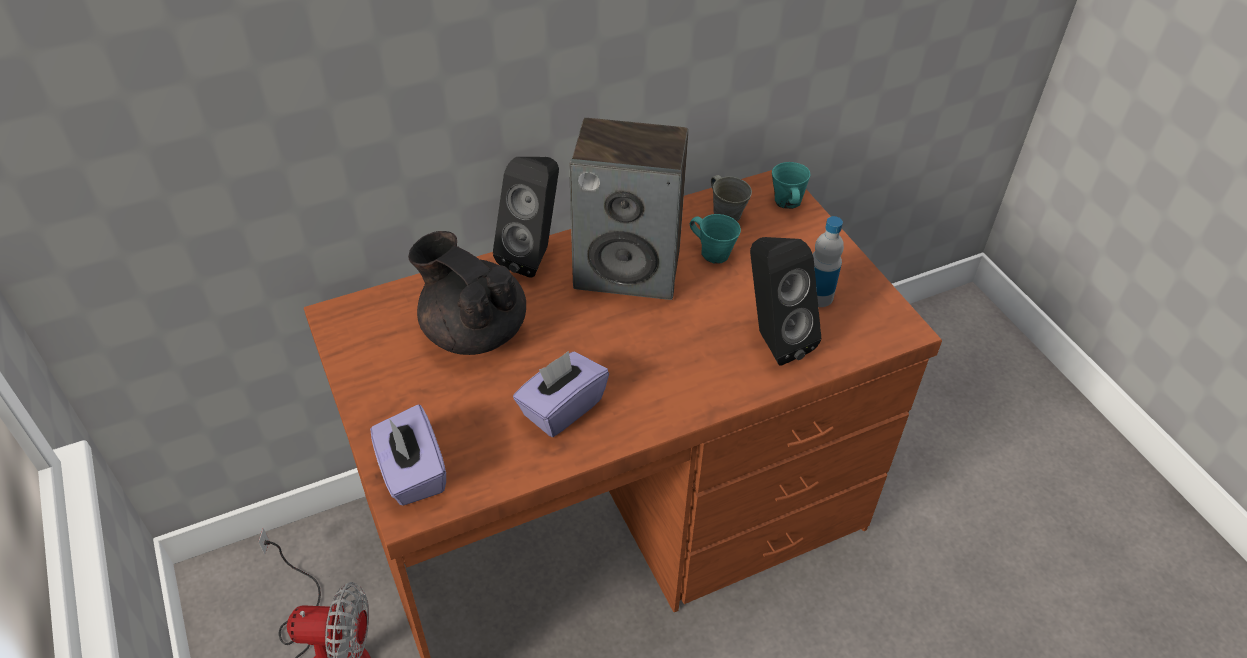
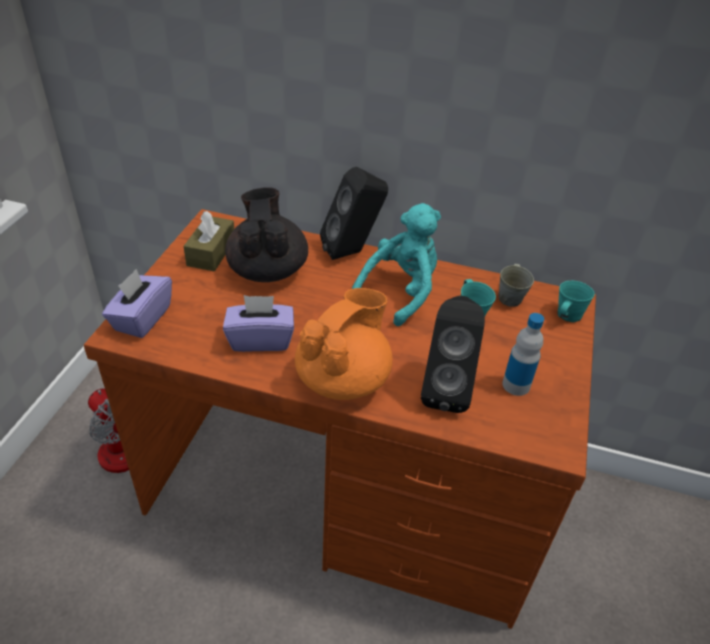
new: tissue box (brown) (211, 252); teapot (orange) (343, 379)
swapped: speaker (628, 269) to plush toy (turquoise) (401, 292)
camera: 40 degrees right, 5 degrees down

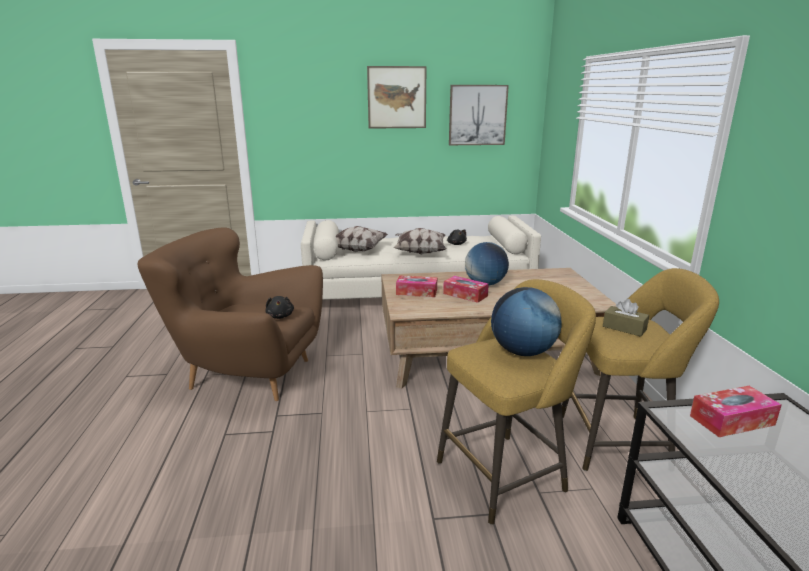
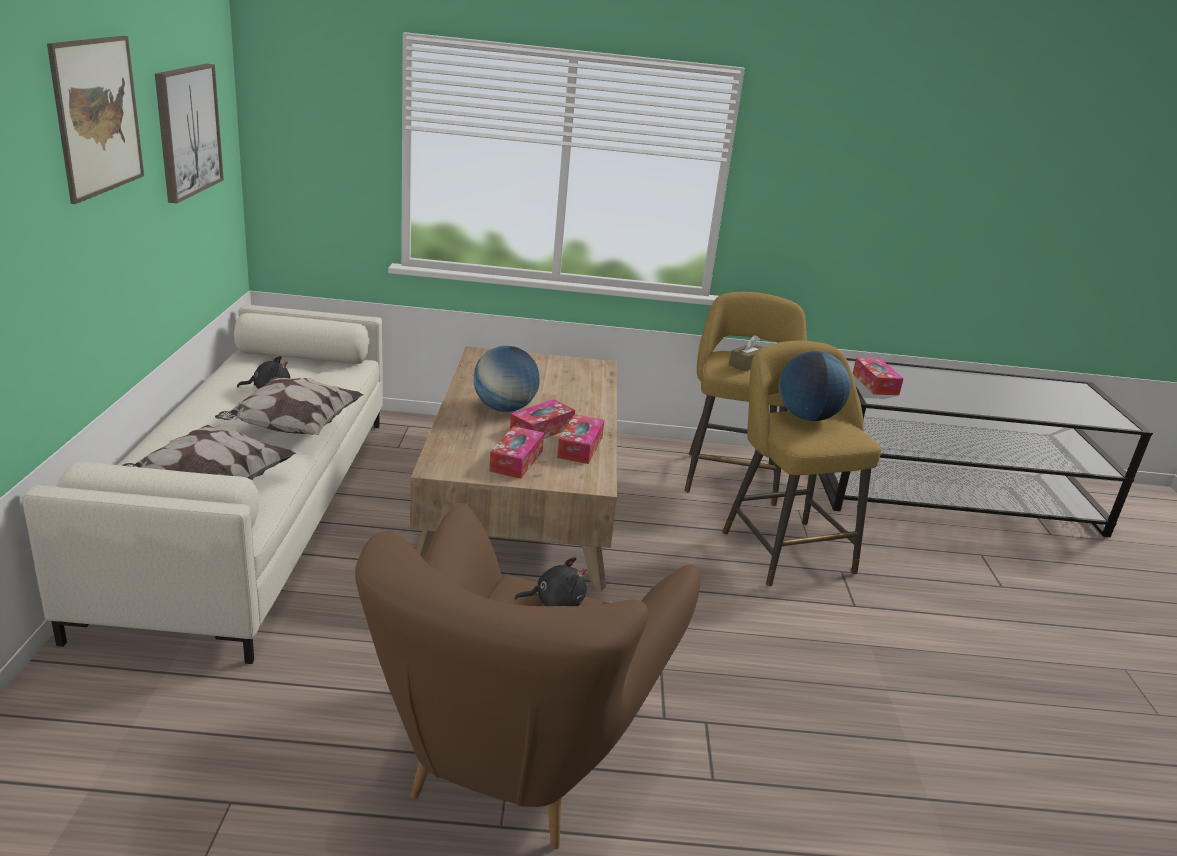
new: tissue box (580, 447)
camera: 85 degrees left, 5 degrees up

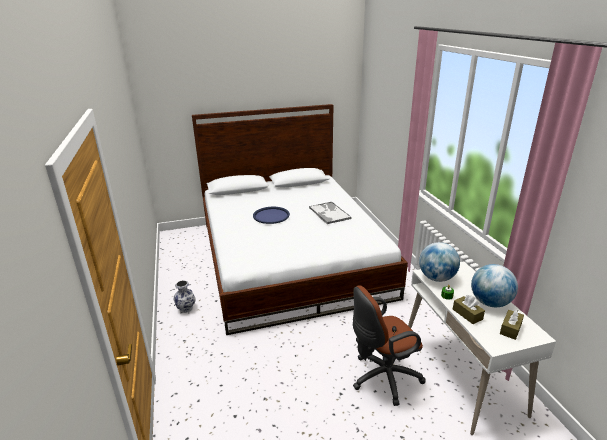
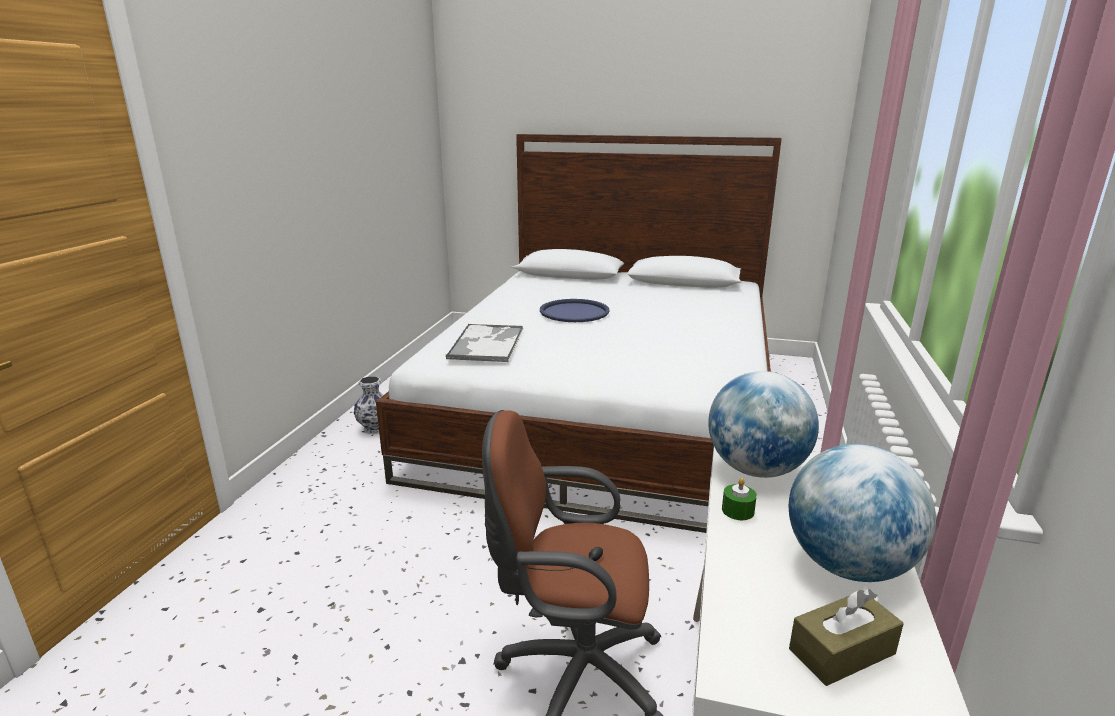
gone: tissue box (brown) (467, 314)
shifted: tray (329, 213) to (487, 343)
camera: 30 degrees right, 5 degrees down

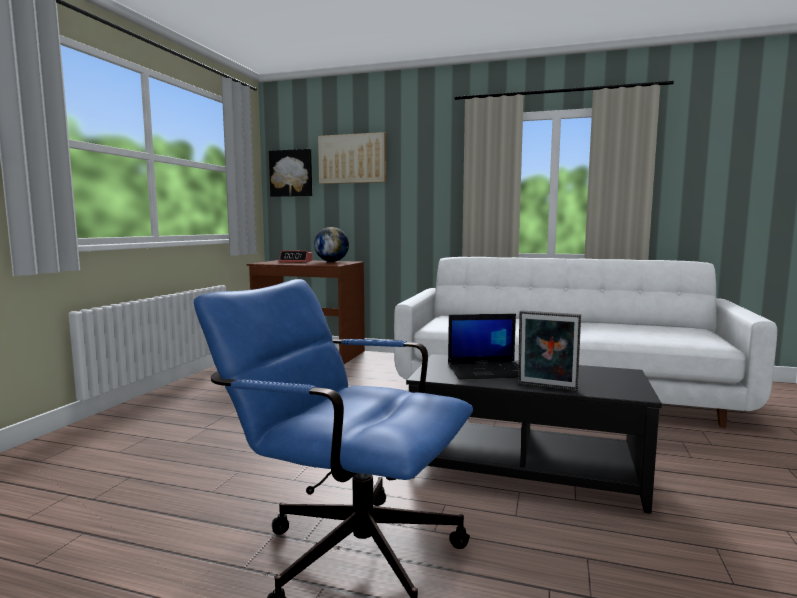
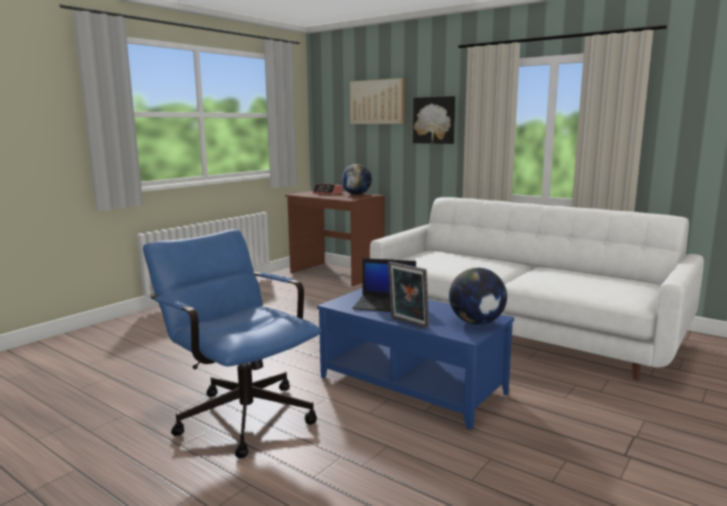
new: globe (476, 323)
shifted: picture (291, 173) to (434, 120)
repainted: coffee table (black) (525, 468) to coffee table (blue) (412, 384)
camera: 20 degrees right, 5 degrees up

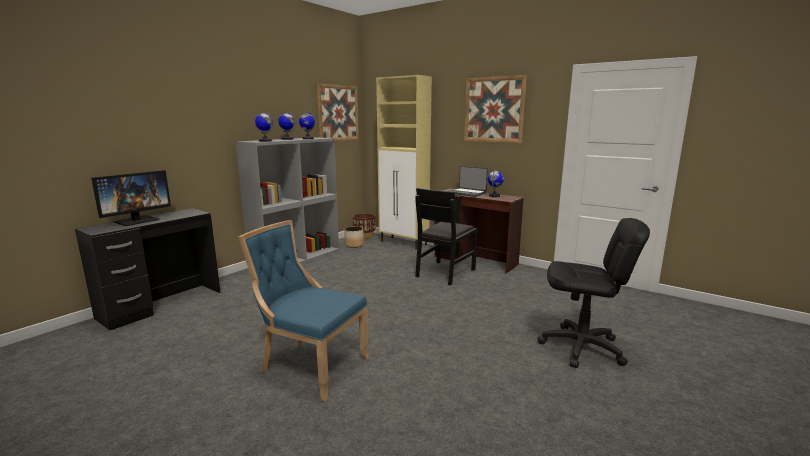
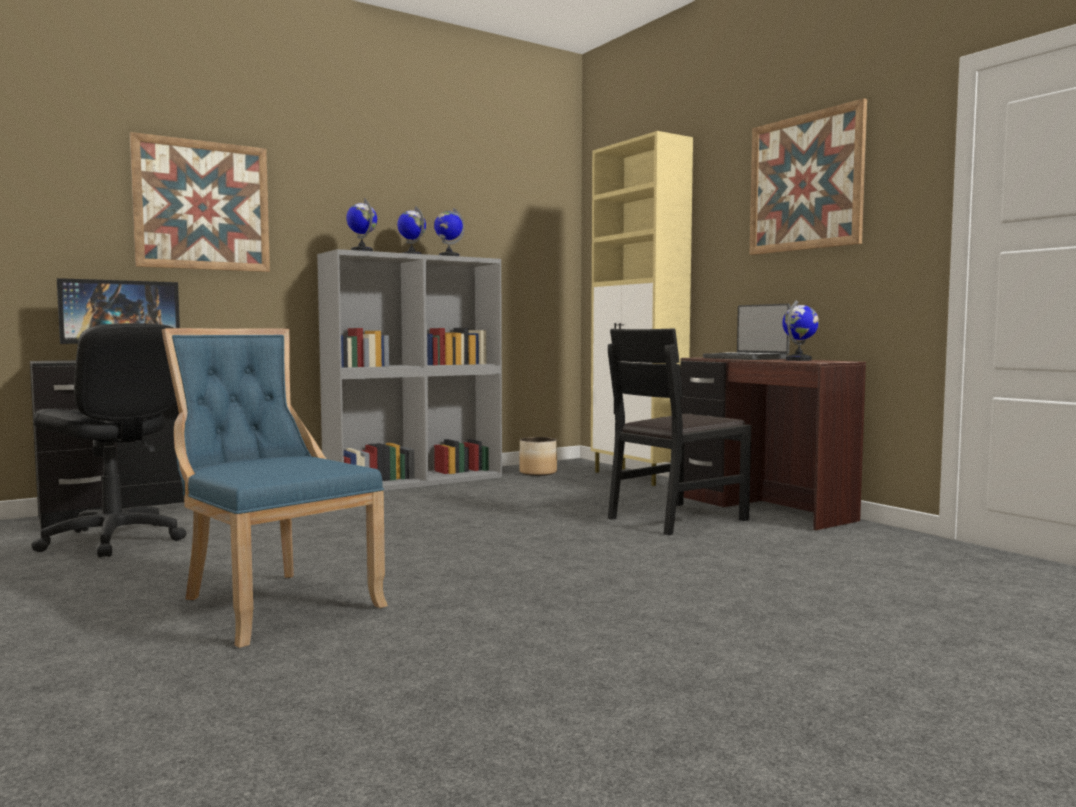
gone: planter (brown) (364, 236)
shifted: office chair (black) (581, 347) to (113, 540); picture (338, 113) to (202, 205)
camera: 20 degrees right, 10 degrees down

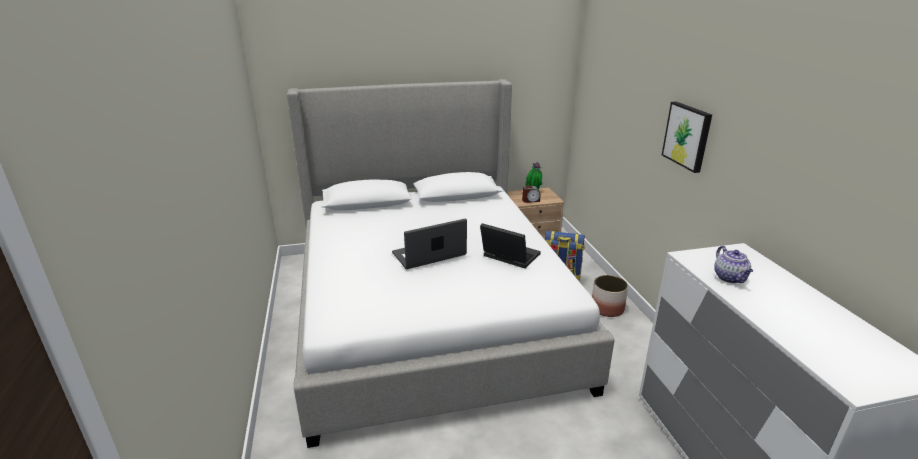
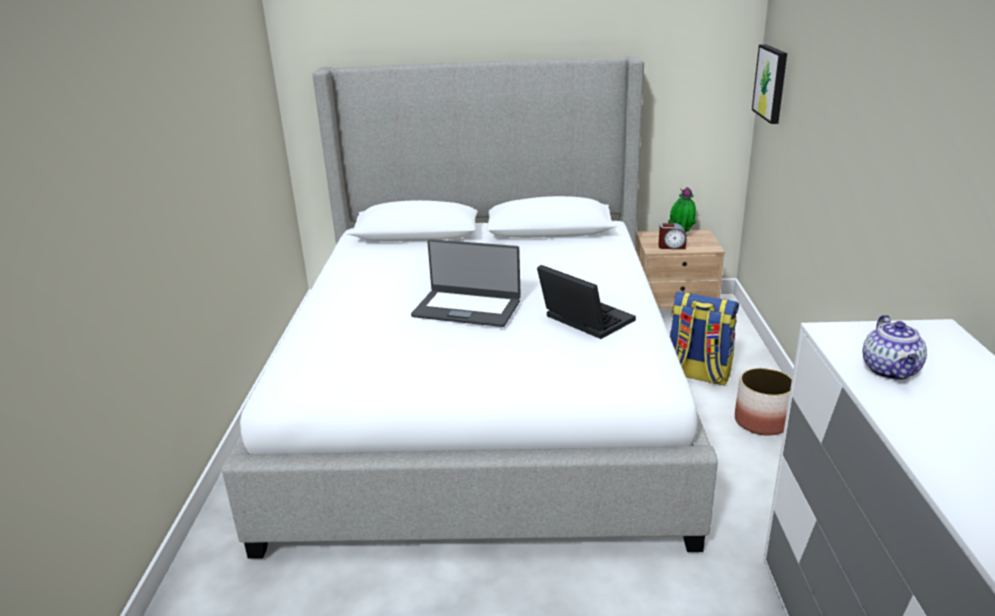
shifted: picture (687, 136) to (772, 83)
rotated: laptop (429, 255) = (467, 308) 150 degrees counterclockwise
camera: 15 degrees right, 0 degrees up

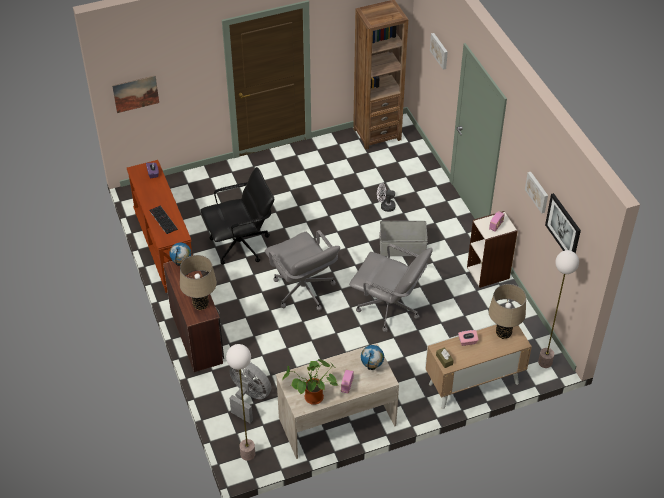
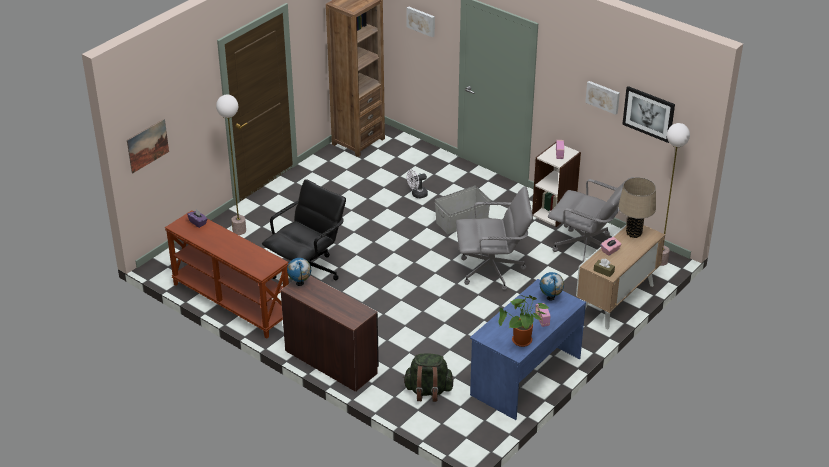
gone: keyboard (162, 220); table lamp (beige) (200, 304)
shifted: floor lamp (247, 454) to (239, 230); office chair (grey) (303, 290) to (586, 249)
swapped: fan (grey) (249, 398) to backpack (green) (428, 391)
repainted: desk (beige) (336, 421) to desk (blue) (525, 375)
camera: 30 degrees left, 10 degrees down

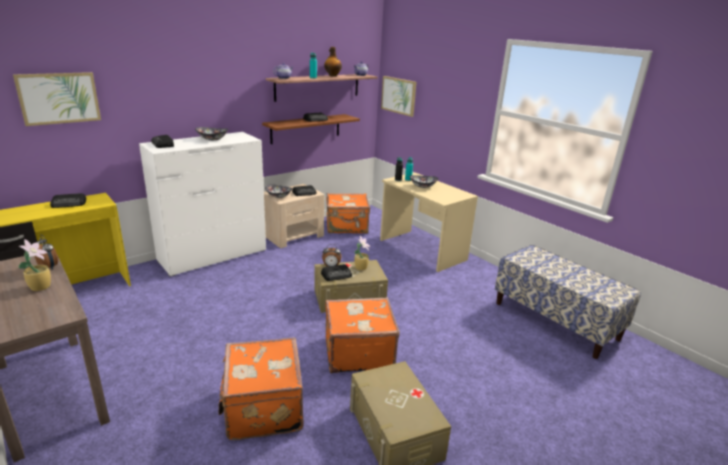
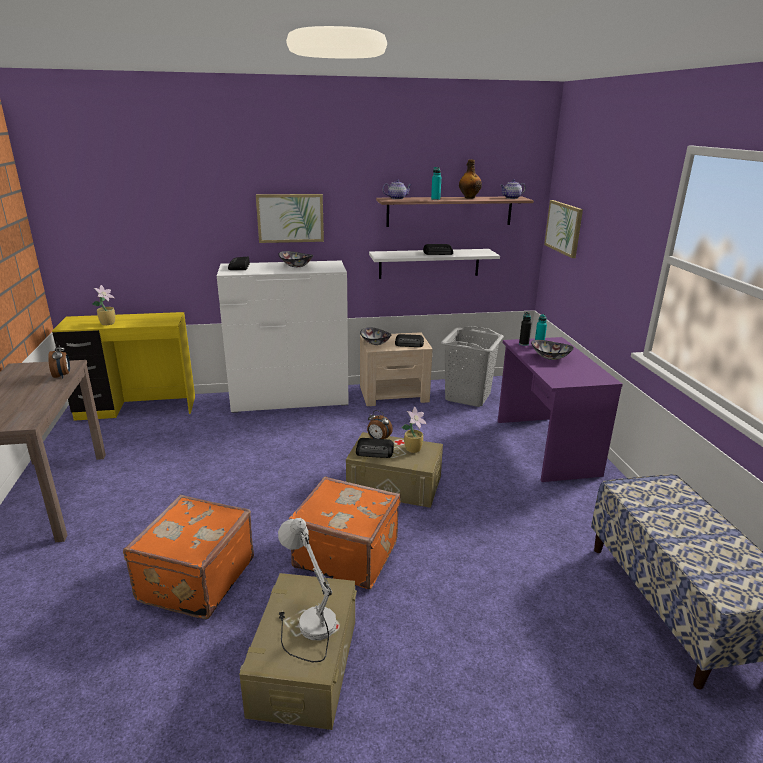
gone: radio (69, 204)
new: table lamp (white) (305, 626)
shifted: potted plant (41, 286) to (108, 323); picture (59, 98) to (290, 218)
swapped: suitcase (orange) (347, 227) to laundry basket (grey) (468, 396)
repainted: shelf (brown) (306, 128) to shelf (white) (429, 263); desk (beige) (421, 250) to desk (purple) (544, 447)
camera: 30 degrees right, 0 degrees up

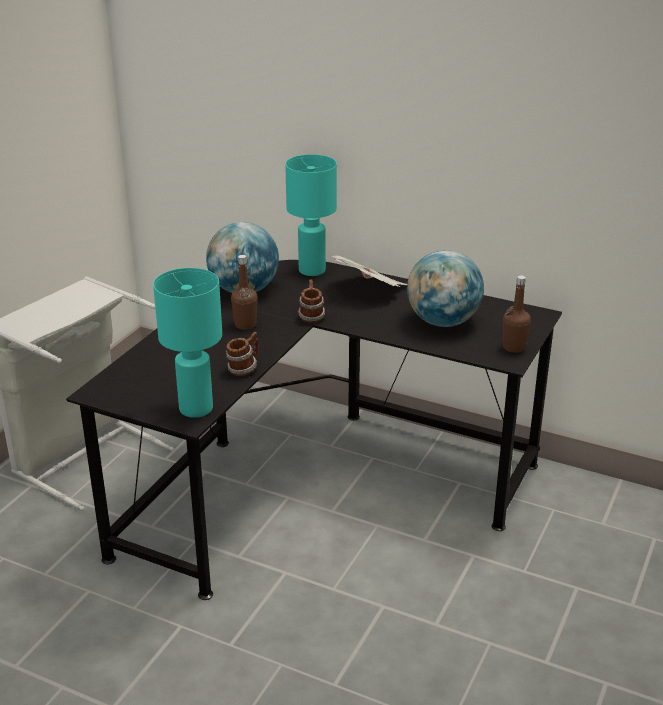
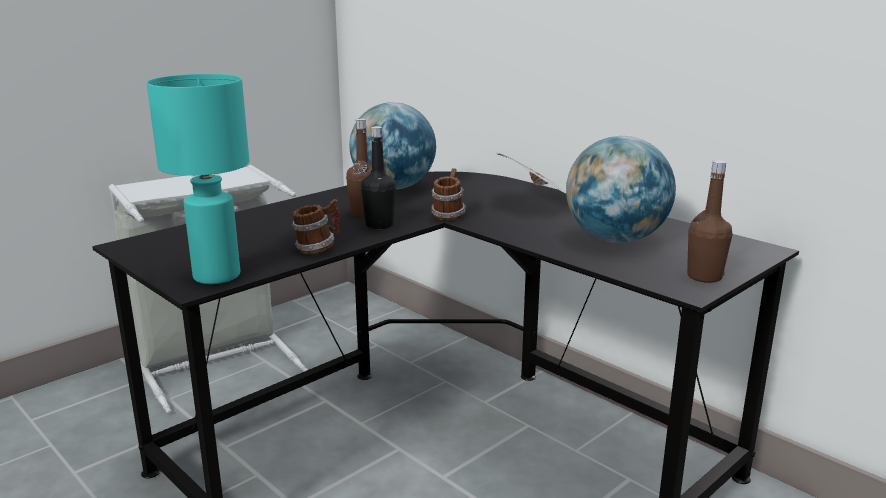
gone: table lamp (turquoise) (312, 271)
new: bottle (black) (379, 225)
camera: 20 degrees right, 10 degrees down

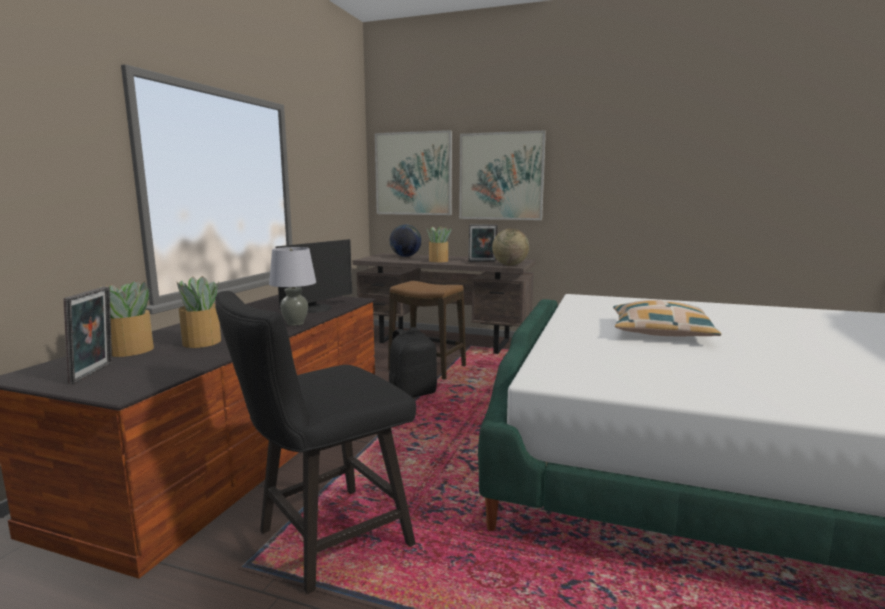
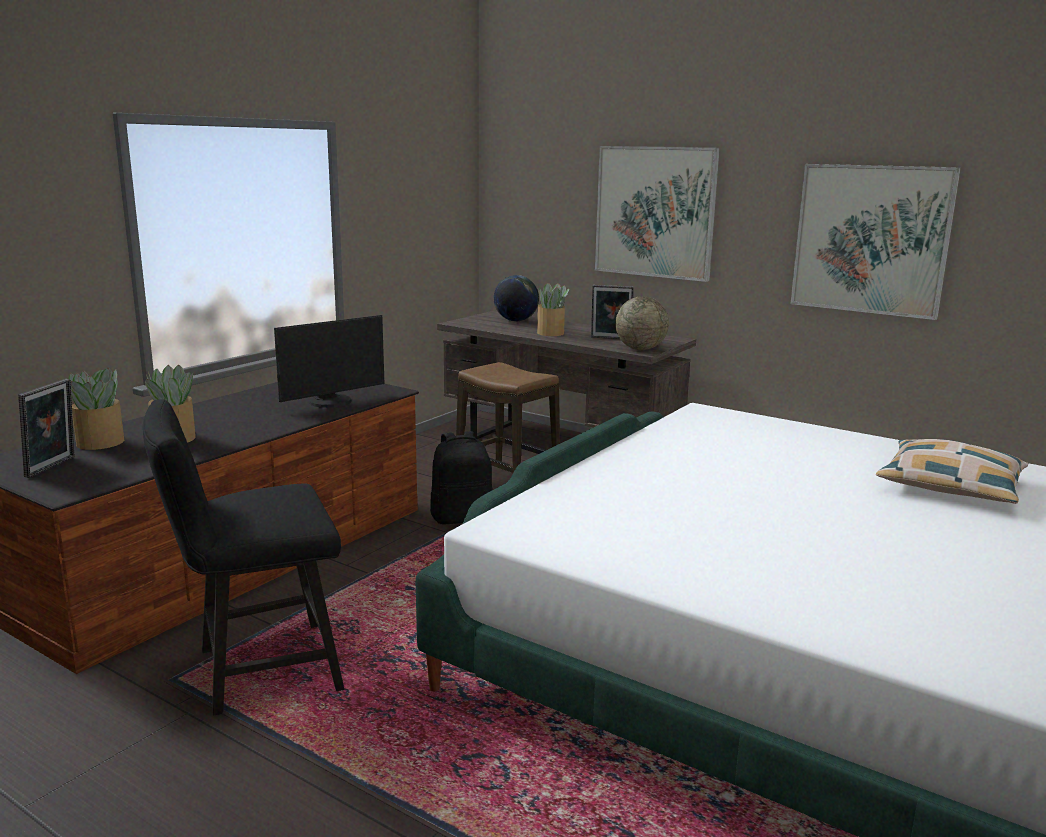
gone: table lamp (grey) (295, 323)
shifted: picture (413, 174) to (871, 239); pillow (660, 332) to (950, 485)
camera: 15 degrees right, 5 degrees up

